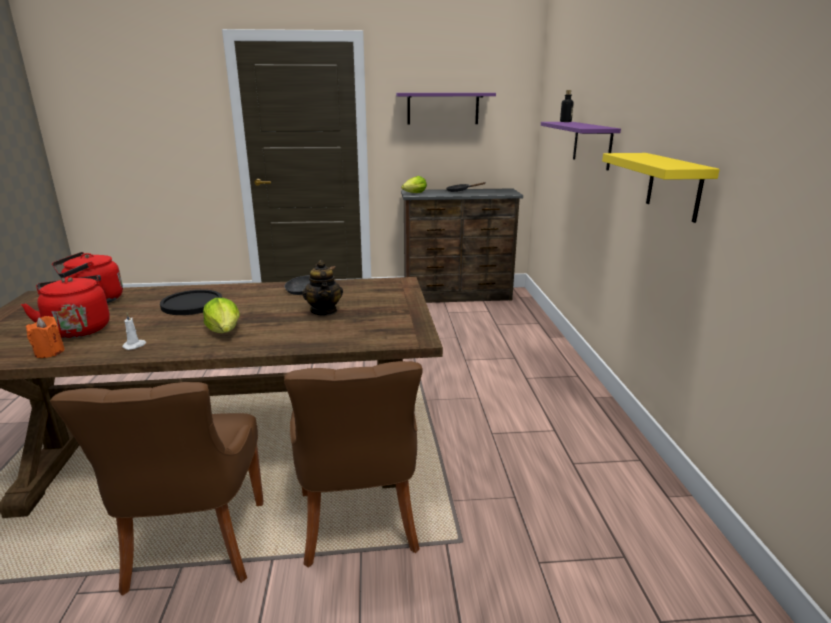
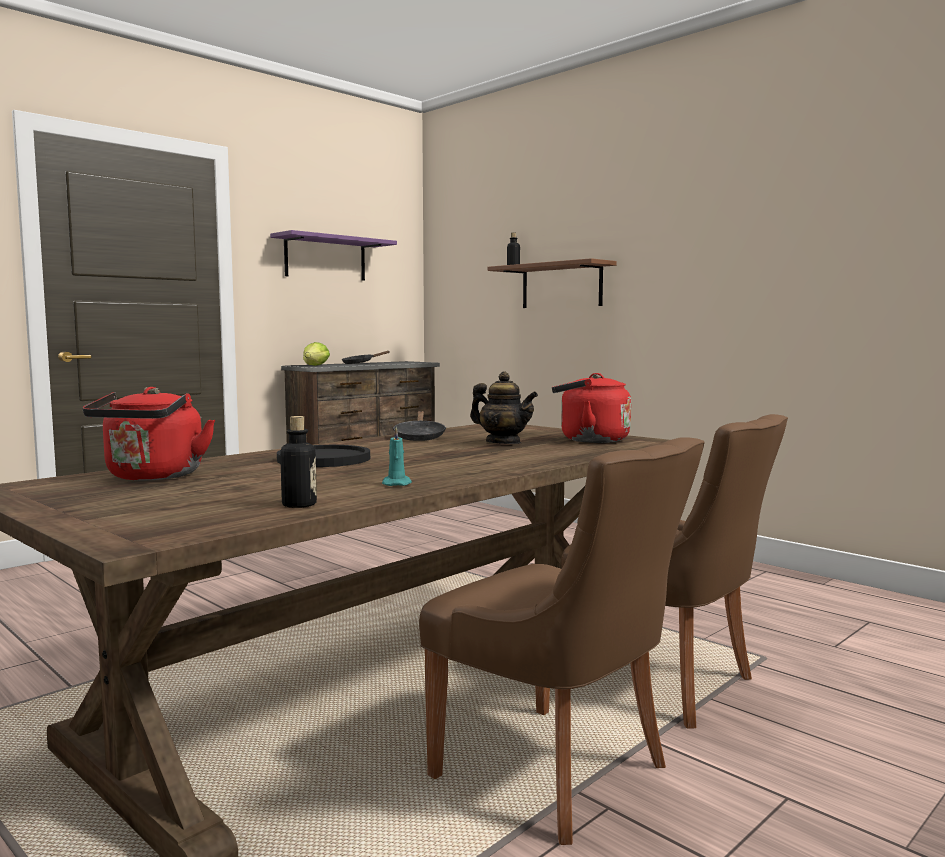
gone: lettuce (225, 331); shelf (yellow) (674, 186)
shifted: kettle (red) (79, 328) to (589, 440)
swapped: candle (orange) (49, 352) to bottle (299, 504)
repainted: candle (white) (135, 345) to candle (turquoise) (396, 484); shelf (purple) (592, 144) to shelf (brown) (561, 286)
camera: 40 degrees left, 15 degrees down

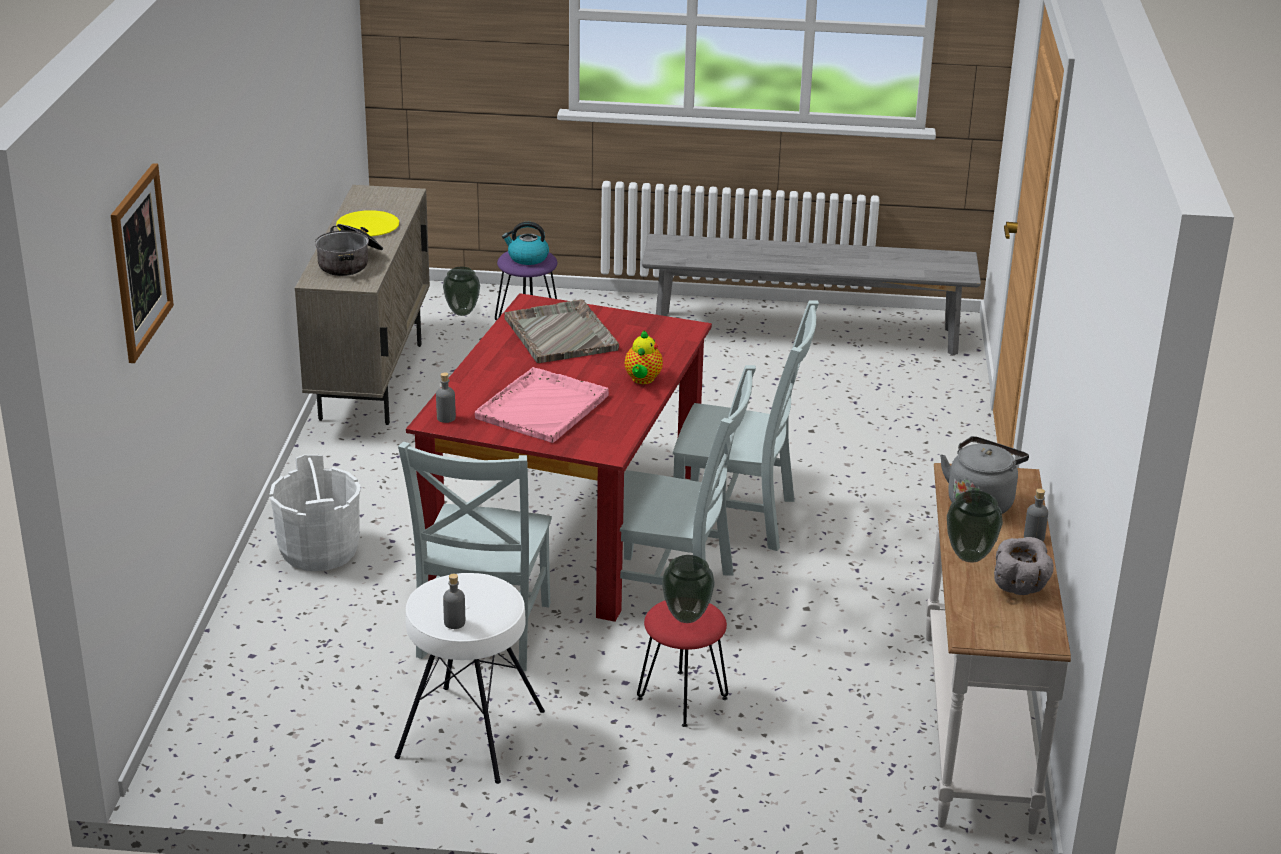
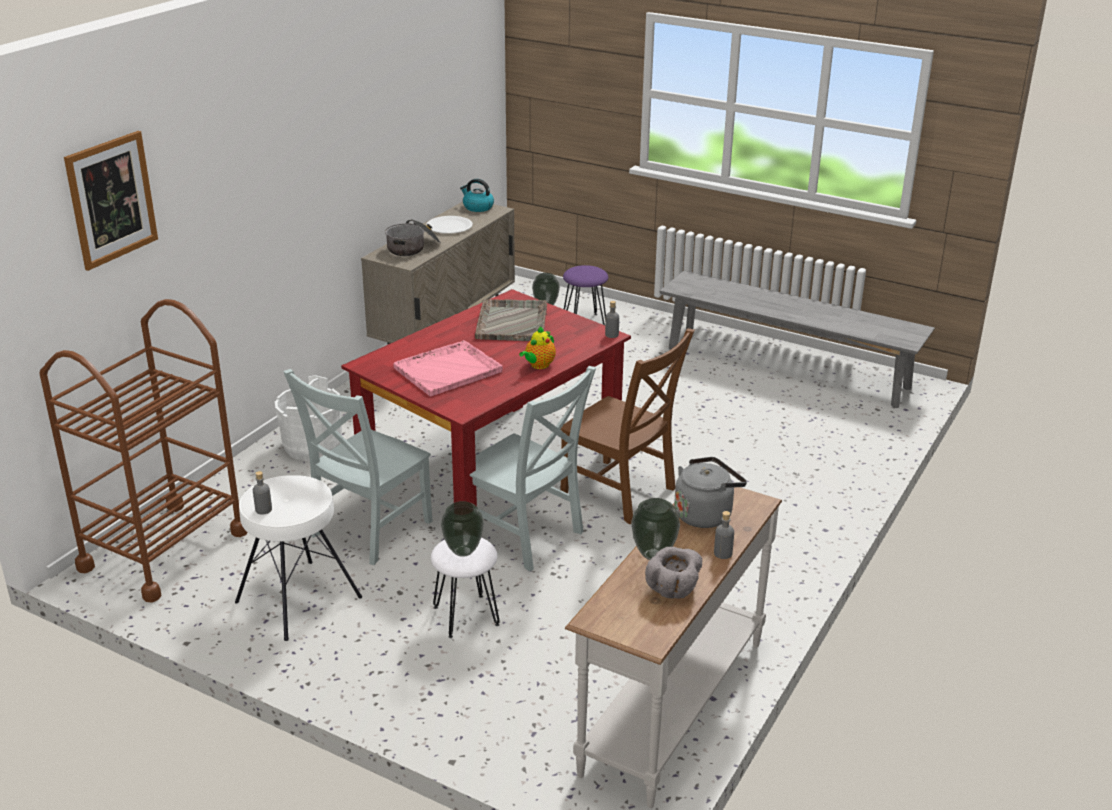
new: cart (brown) (164, 550)
shifted: kettle (527, 258) to (477, 207); bottle (grey) (446, 418) to (611, 335)
repainted: plate (yellow) (367, 226) to plate (white) (449, 226); stool (red) (683, 698) to stool (white) (466, 616); chair (grey) (740, 518) to chair (brown) (621, 493)
camera: 25 degrees right, 0 degrees up

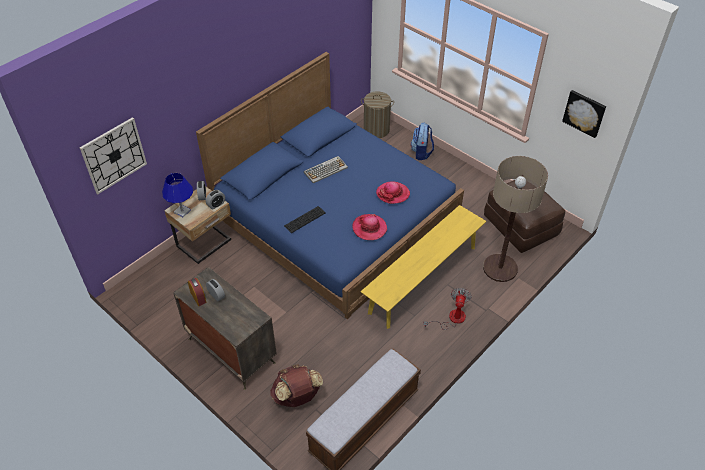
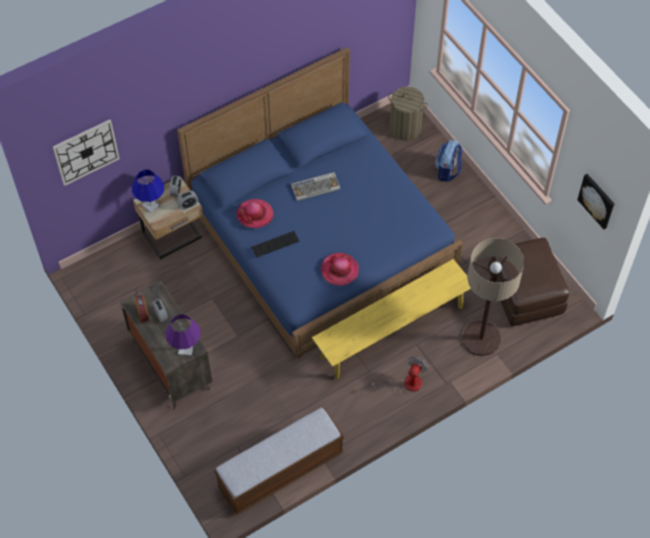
gone: backpack (brown) (297, 397)
new: table lamp (purple) (185, 349)
shifted: hat (393, 194) to (255, 214)
camera: 15 degrees right, 10 degrees up

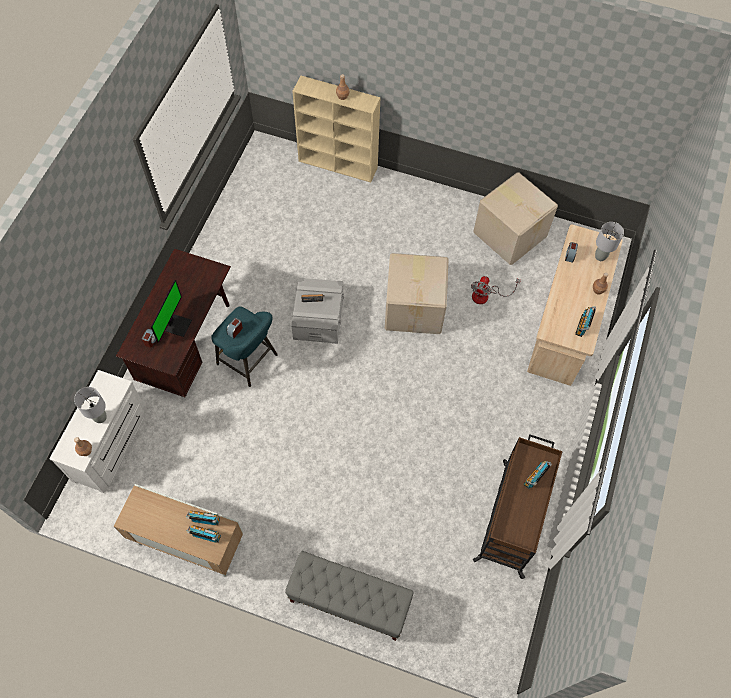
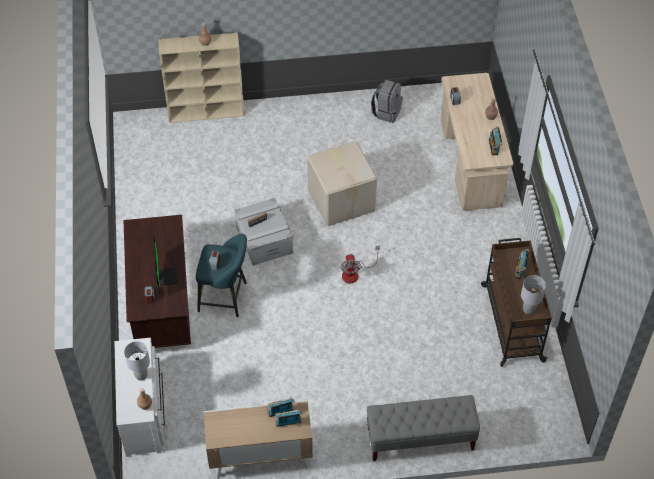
shifted: fan (486, 295) to (354, 273); table lamp (grey) (600, 257) to (528, 310)
swapped: cardboard box (509, 233) to backpack (grey) (386, 112)
camera: 25 degrees left, 10 degrees down

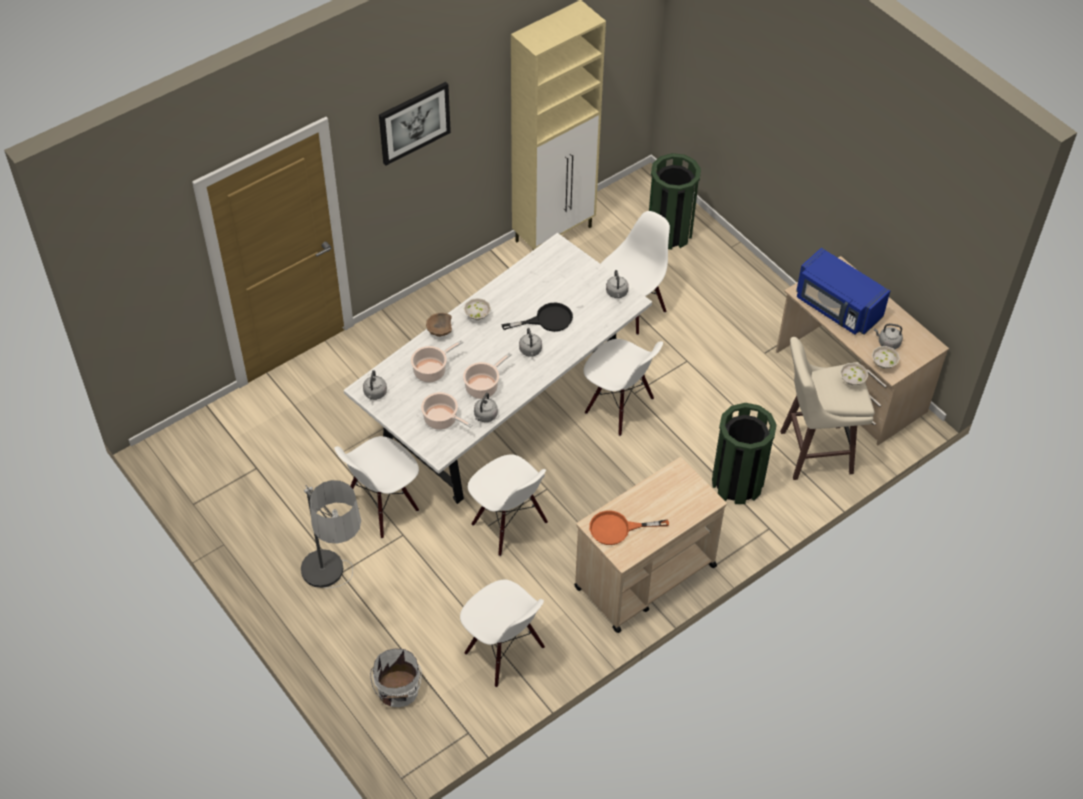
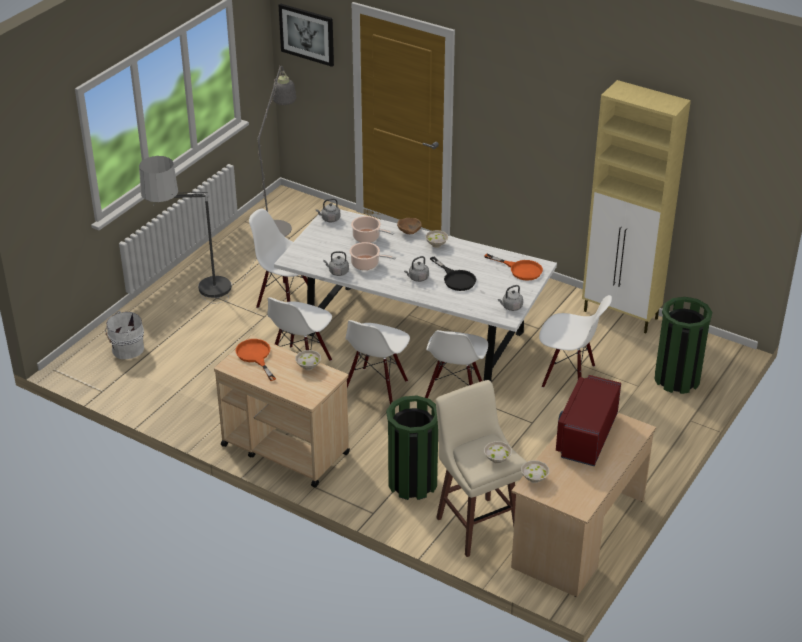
gone: cooking pot (442, 419); kettle (grey) (887, 343)
new: floor lamp (grey) (277, 224); bowl (white) (308, 367); frying pan (orange) (520, 269)
shifted: picture (414, 122) to (307, 34); chair (white) (503, 651) to (376, 387)
repainted: microwave (blue) (837, 308) to microwave (red) (585, 436)
camera: 70 degrees right, 15 degrees down

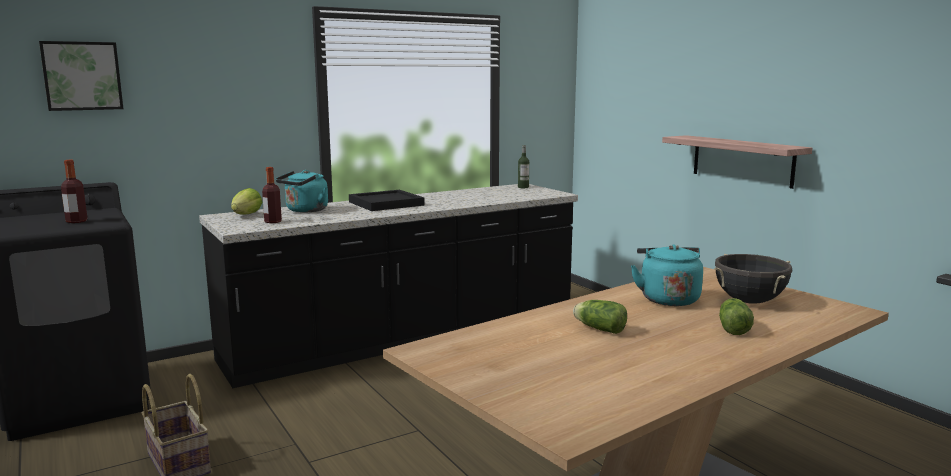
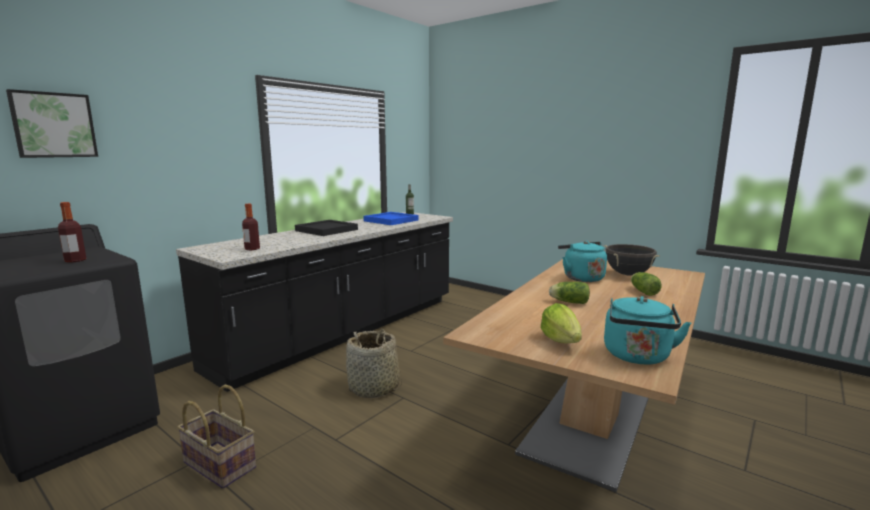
gone: shelf (742, 160)
new: basket (374, 388); tray (blue) (391, 220)
shifted: lettuce (247, 215) to (561, 340); kettle (turquoise) (305, 210) to (637, 357)
camera: 20 degrees left, 0 degrees up

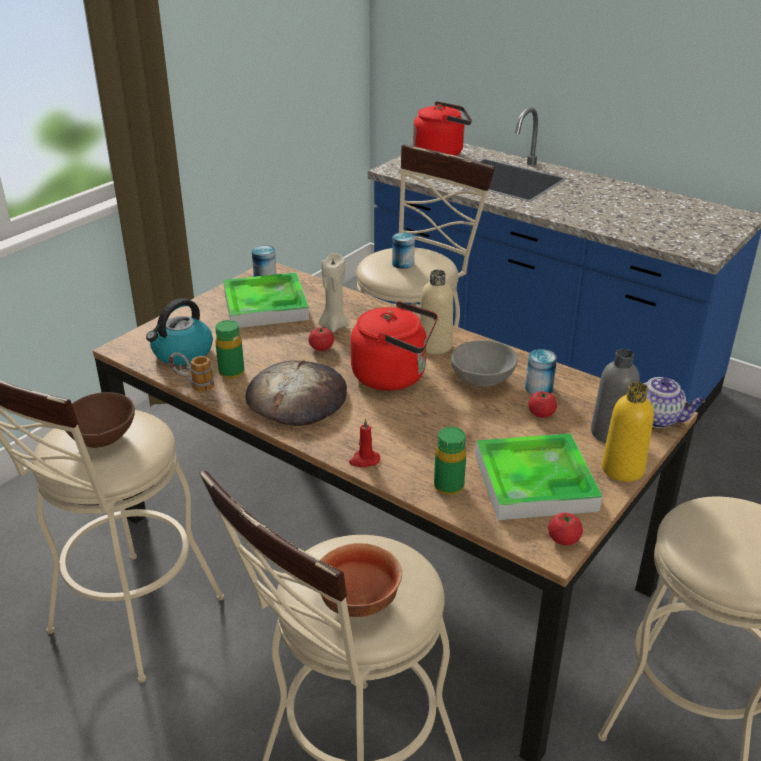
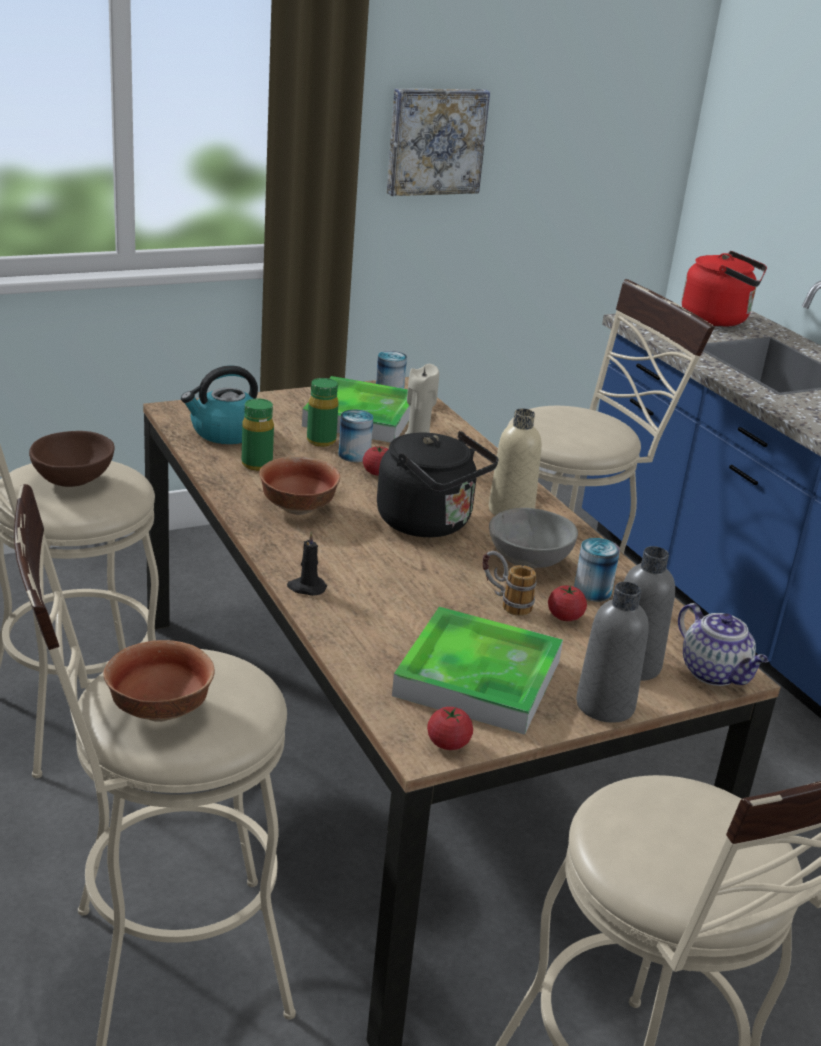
new: picture (435, 141)
shifted: bottle (green) (448, 486) to (321, 441); can (403, 264) to (354, 455); mug (193, 385) to (504, 602)
swapped: bread (297, 398) to bowl (299, 508)
repainted: candle (red) (364, 460) to candle (black) (306, 588); kettle (red) (394, 376) to kettle (black) (429, 524); bottle (yellow) (622, 469) to bottle (grey) (605, 705)
camera: 25 degrees right, 5 degrees down

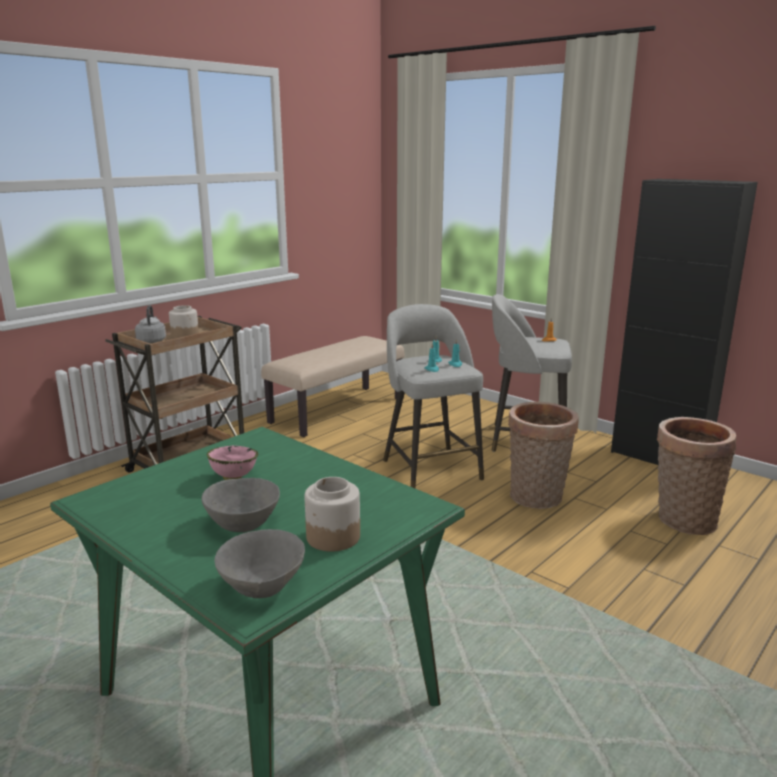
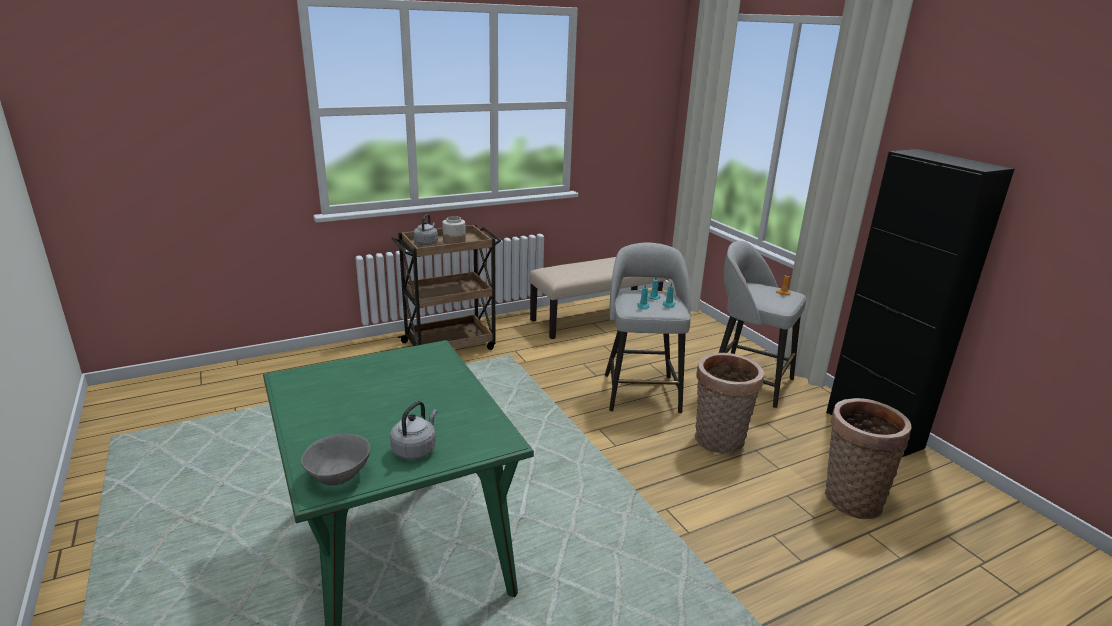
gone: bowl (grey) (244, 523); bowl (pink) (233, 478)
swapped: jar (332, 537) to kettle (grey) (415, 449)
camera: 20 degrees right, 5 degrees up

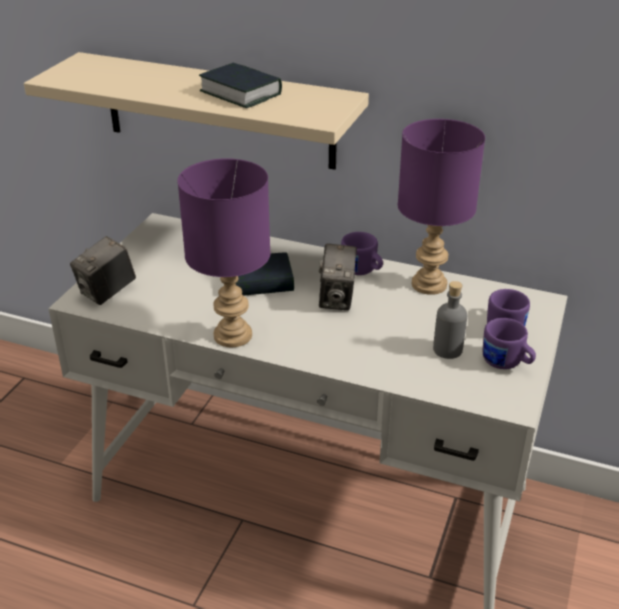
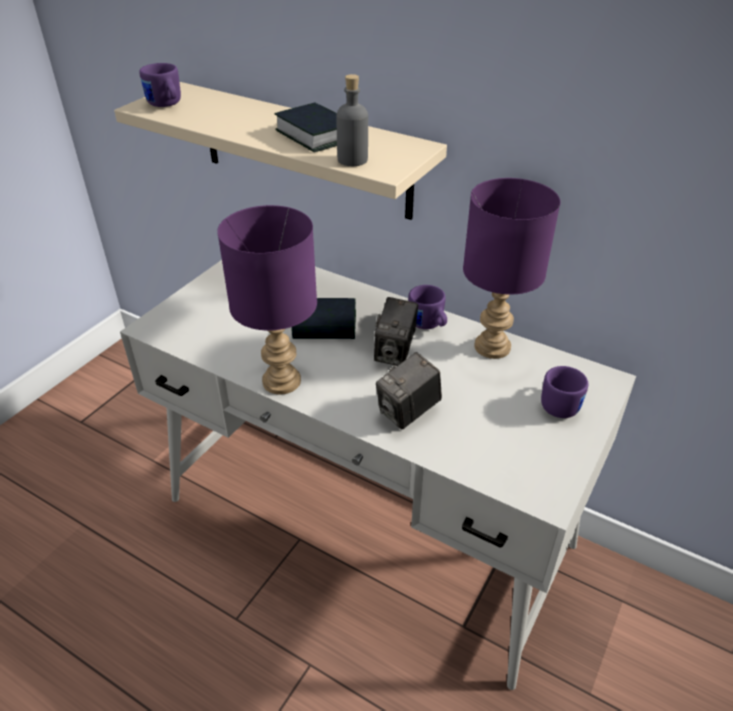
shifted: mug (purple) (506, 363) to (166, 105); bottle (grey) (447, 349) to (352, 160); photo camera (107, 292) to (408, 412)
camera: 10 degrees right, 5 degrees up

